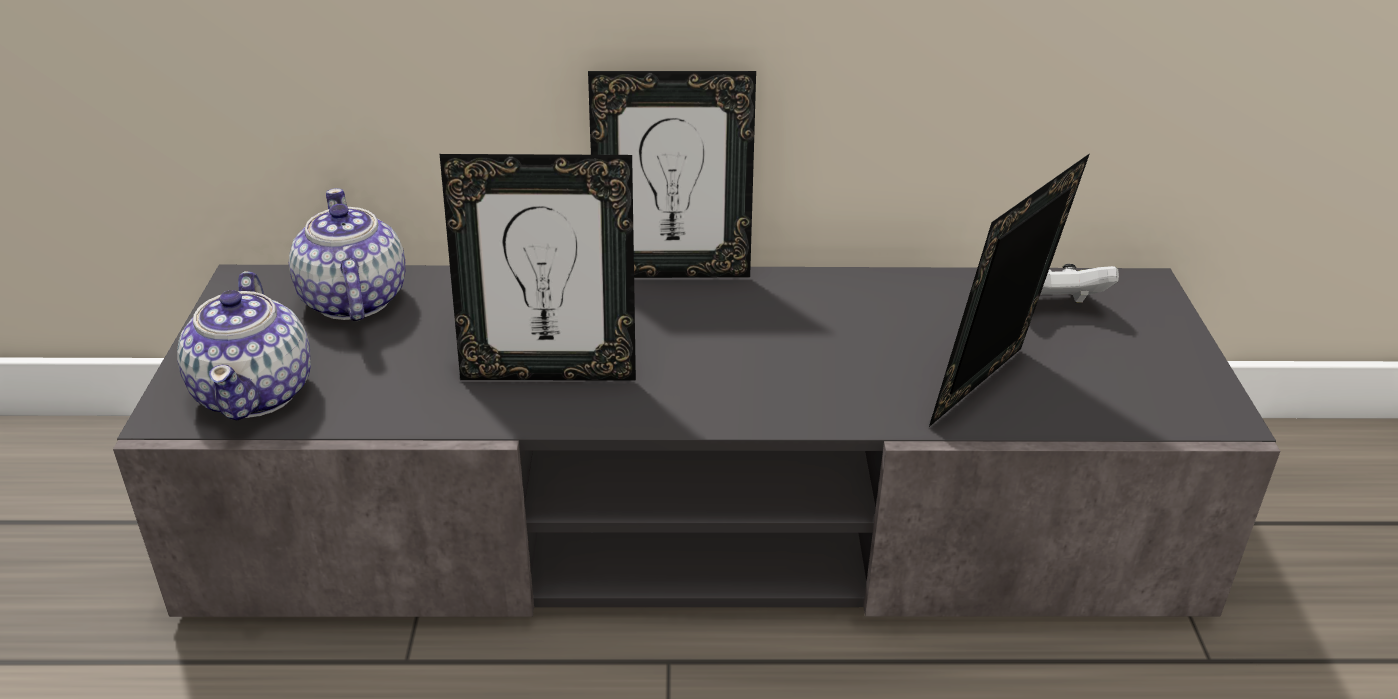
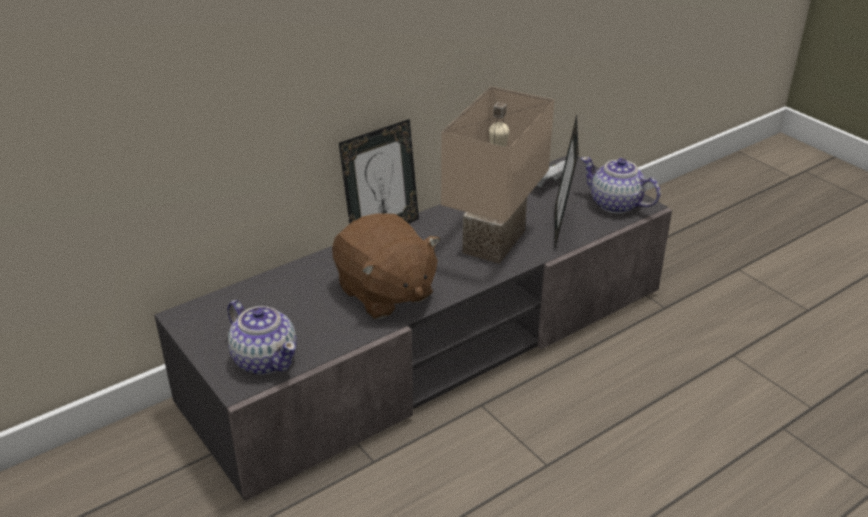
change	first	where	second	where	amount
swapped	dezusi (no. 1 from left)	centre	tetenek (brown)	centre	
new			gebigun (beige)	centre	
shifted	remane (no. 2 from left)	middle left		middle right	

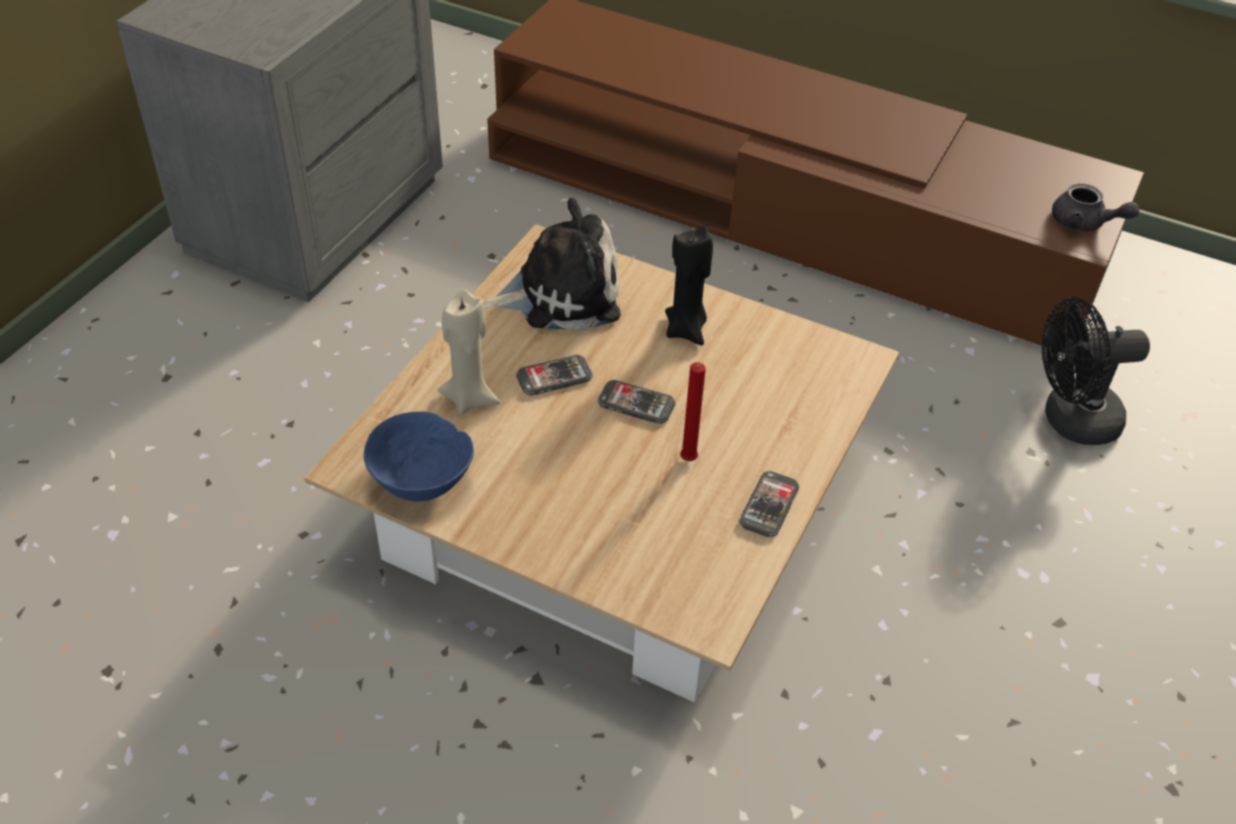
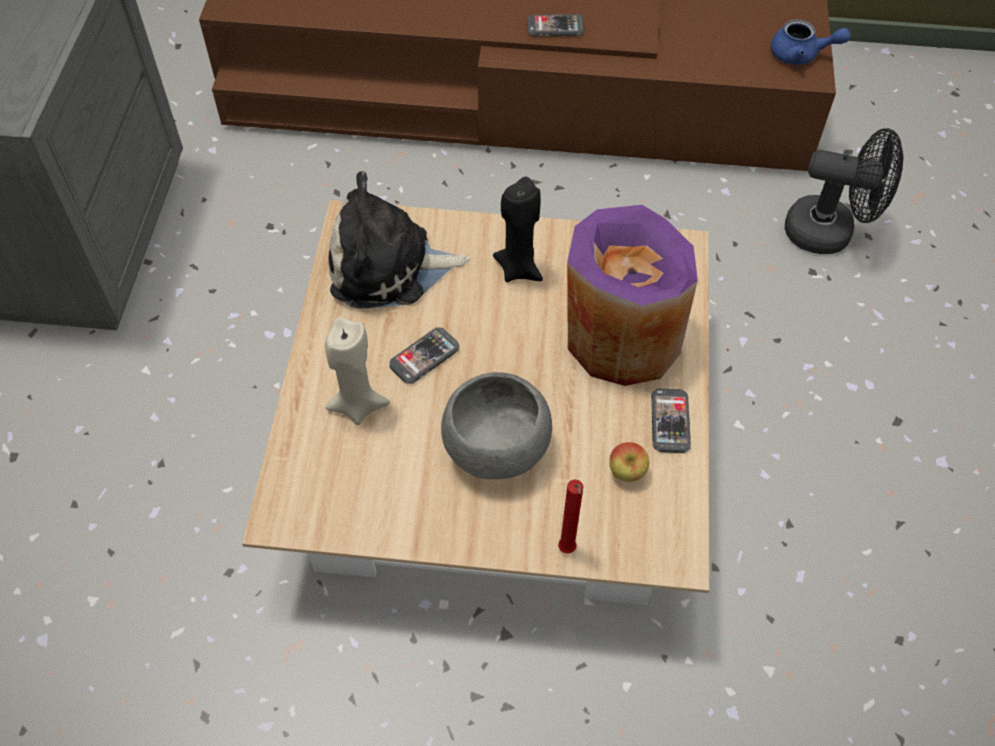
change	first	where	second	where	amount
rotated	tetenek	top centre		top centre	150 degrees counterclockwise
new			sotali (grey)	centre	
shifted	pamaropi (no. 2 from left)	centre		top centre	
shifted	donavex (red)	centre		bottom centre	
new			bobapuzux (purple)	centre	
new			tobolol	centre	
repainted	remane (grey)	top right	remane (blue)	top right	
rotated	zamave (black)	middle right		top right	135 degrees counterclockwise
gone	sotali (blue)	centre			

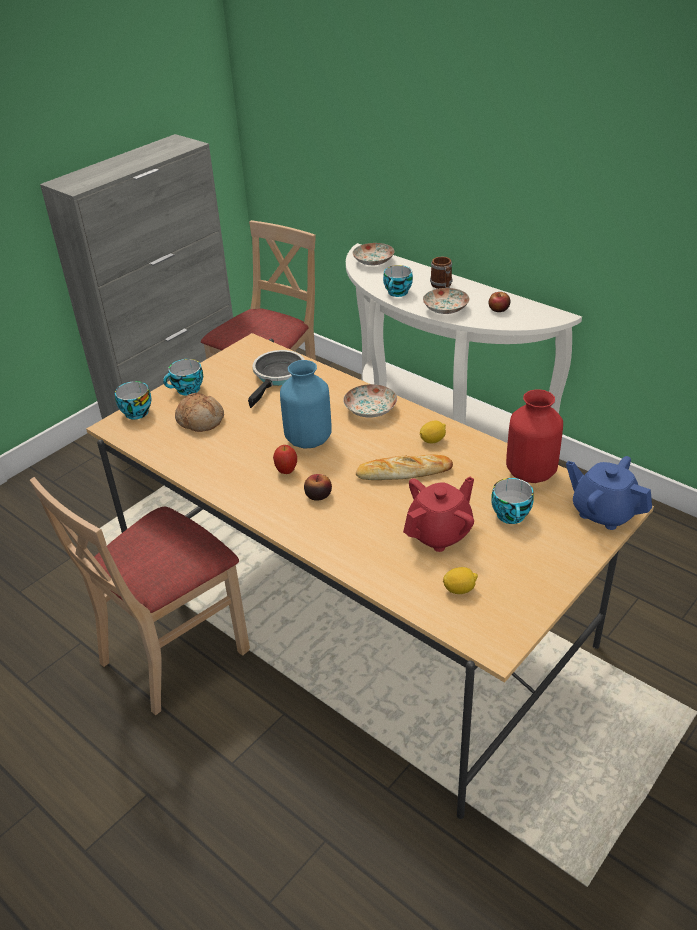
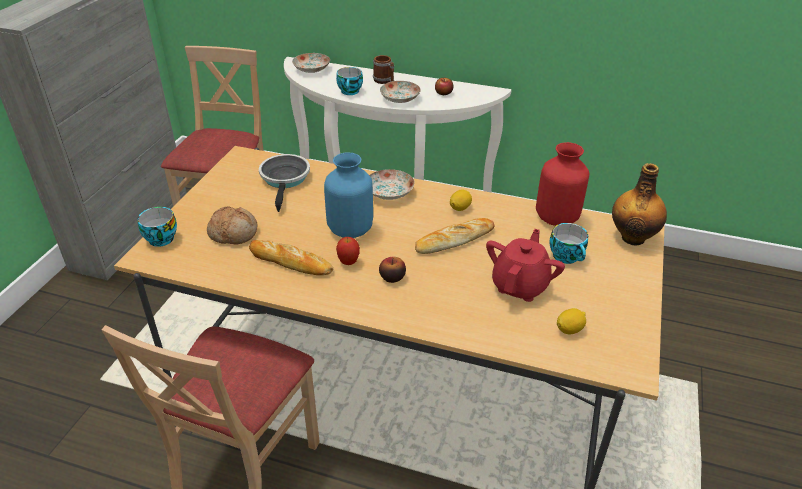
change	first	where	second	where	amount
new			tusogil (no. 2 from left)	centre	
swapped	remane (blue)	middle right	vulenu	middle right	
gone	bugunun (no. 2 from left)	middle left			

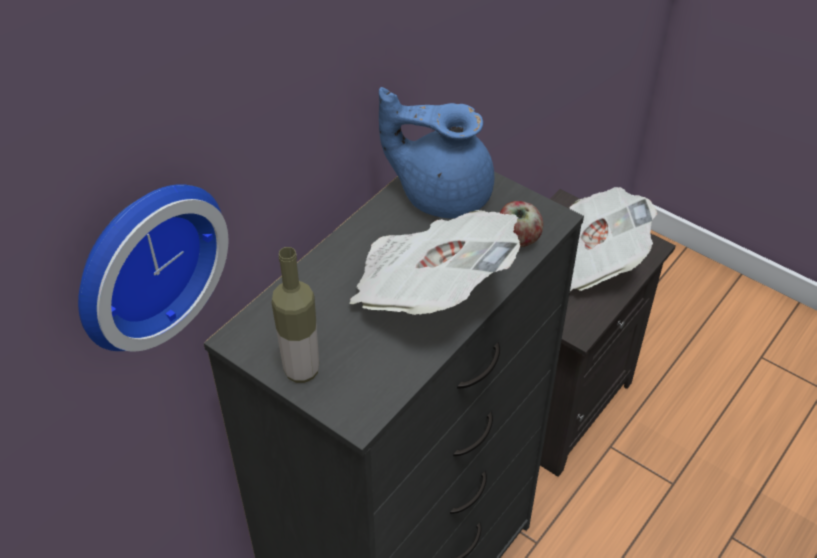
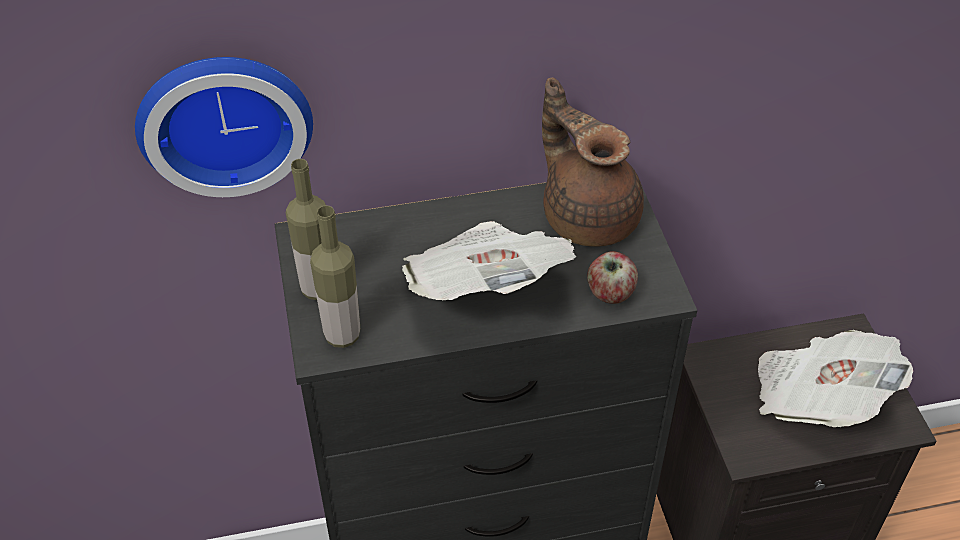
change	first	where	second	where	amount
new			vulenu (no. 2 from left)	centre	
repainted	remane (blue)	top centre	remane (brown)	top centre	

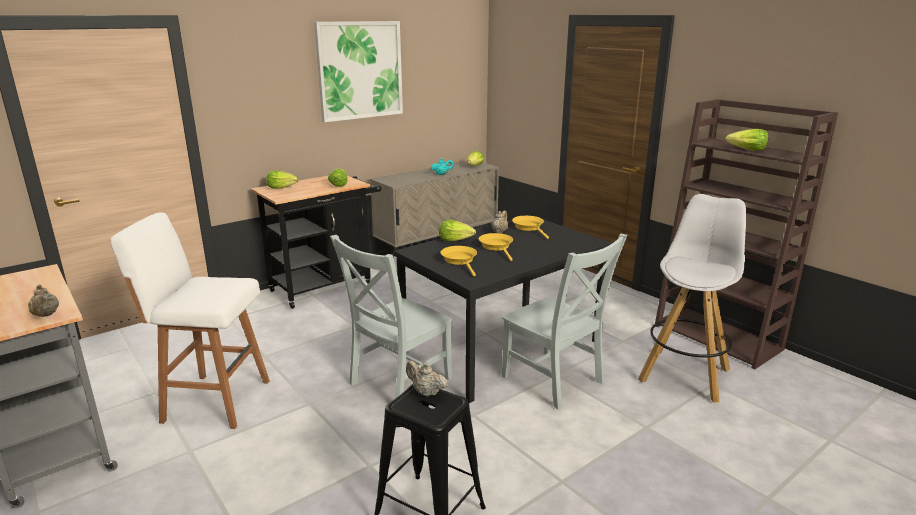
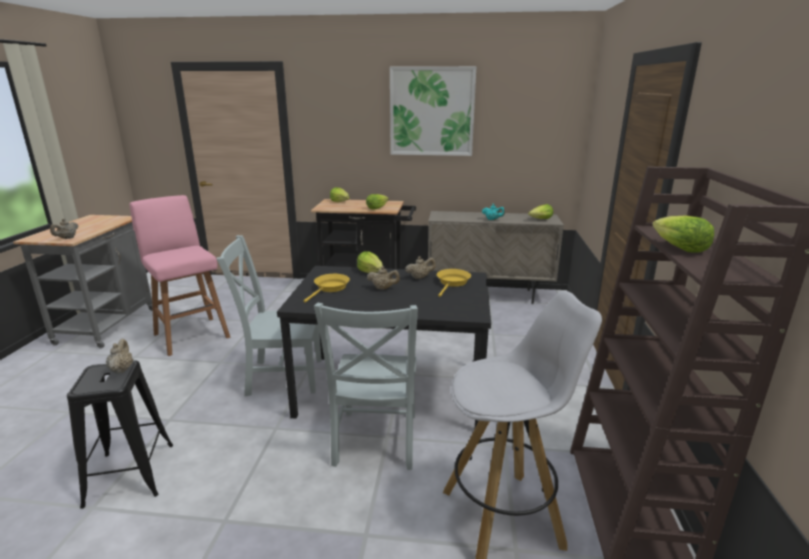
change	first	where	second	where	amount
repainted	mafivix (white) (no. 1 from left)	middle left	mafivix (pink)	middle left	
swapped	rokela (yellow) (no. 2 from left)	centre	remane (beige) (no. 3 from left)	centre	

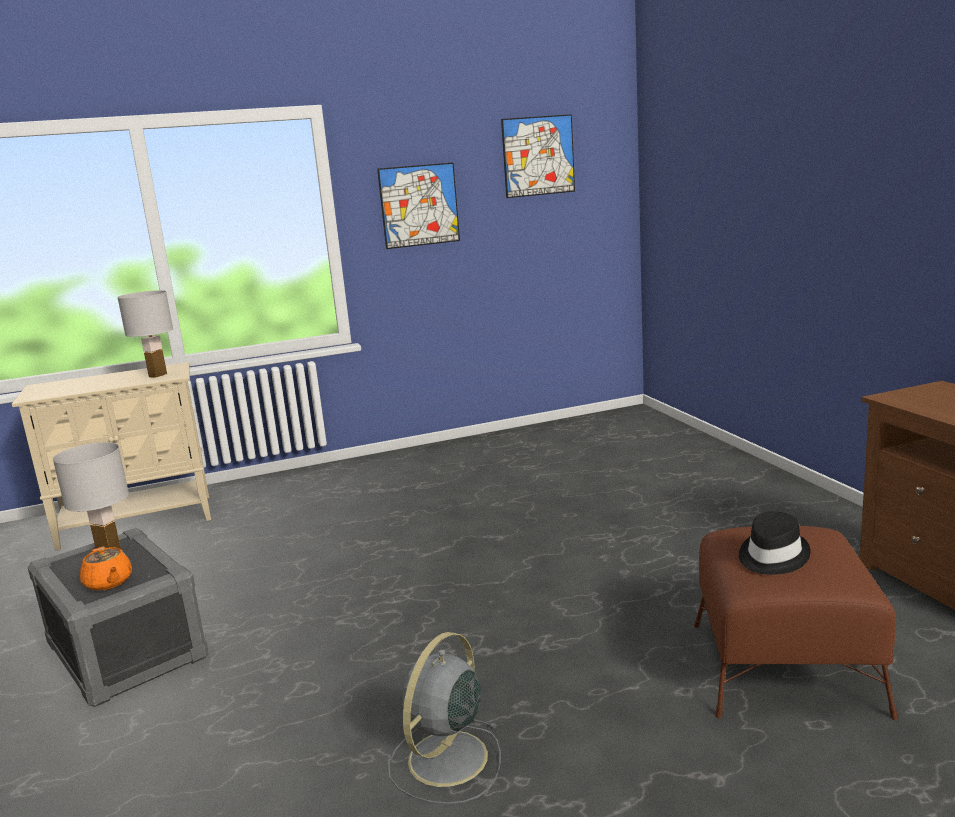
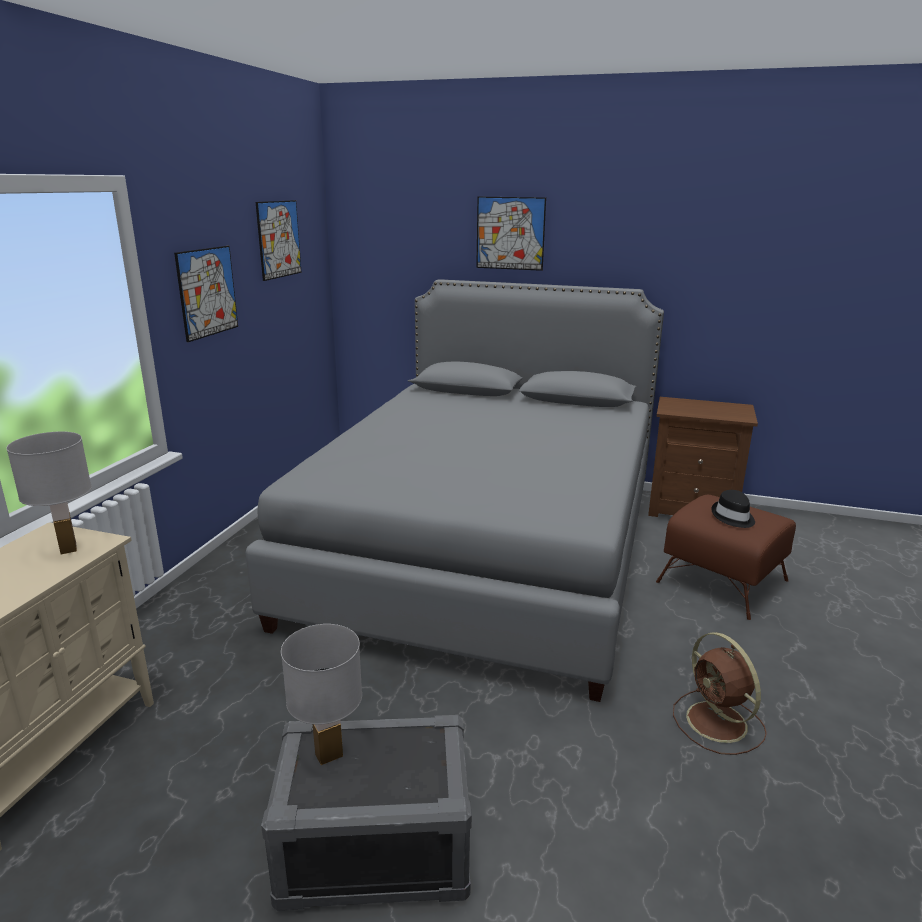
change	first	where	second	where	amount
new			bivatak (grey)	centre	
new			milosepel (no. 3 from left)	top centre	
repainted	zamave (grey)	bottom centre	zamave (brown)	bottom right	
gone	remane (orange)	bottom left			

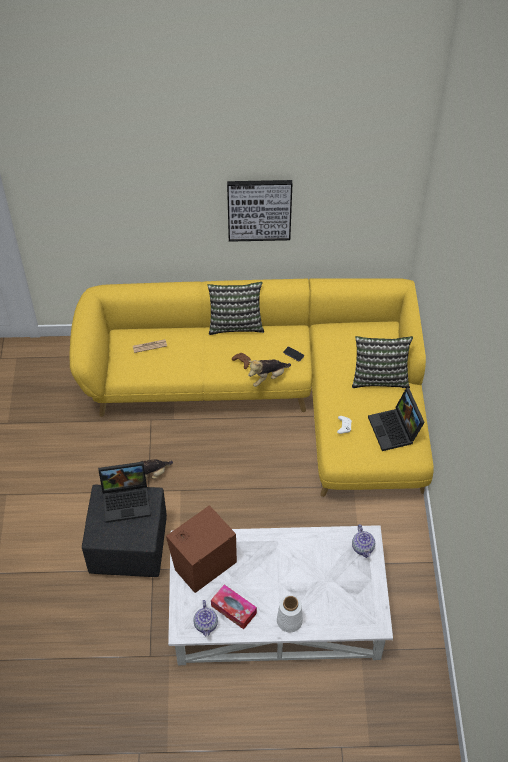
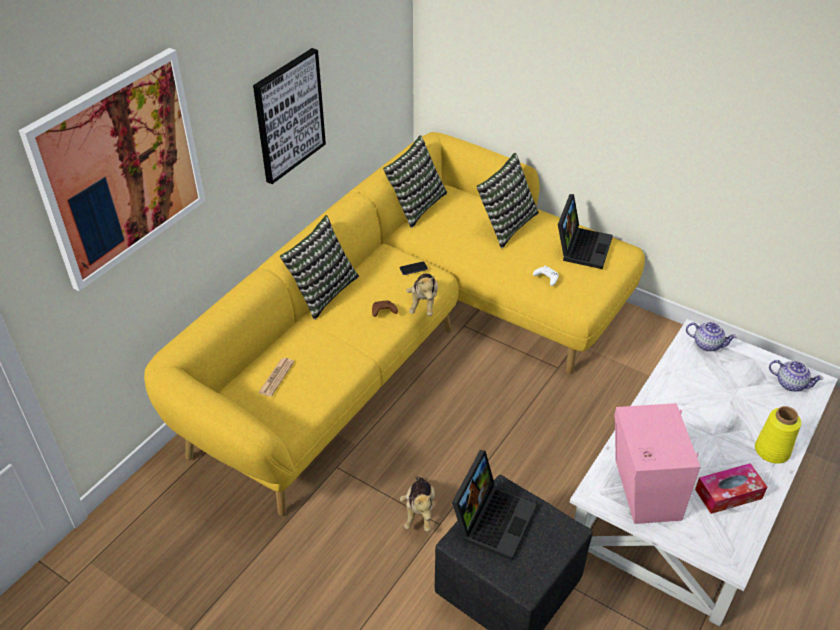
change	first	where	second	where	amount
new			milosepel (no. 1 from left)	top left	
new			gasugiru (no. 2 from left)	top centre	
rotated	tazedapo (no. 2 from left)	middle right		middle right	90 degrees counterclockwise
repainted	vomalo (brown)	bottom centre	vomalo (pink)	bottom right	
repainted	bobapuzux (white)	bottom centre	bobapuzux (yellow)	bottom right	
shifted	remane (no. 1 from left in the first image)	bottom centre	remane (no. 2 from left)	middle right	

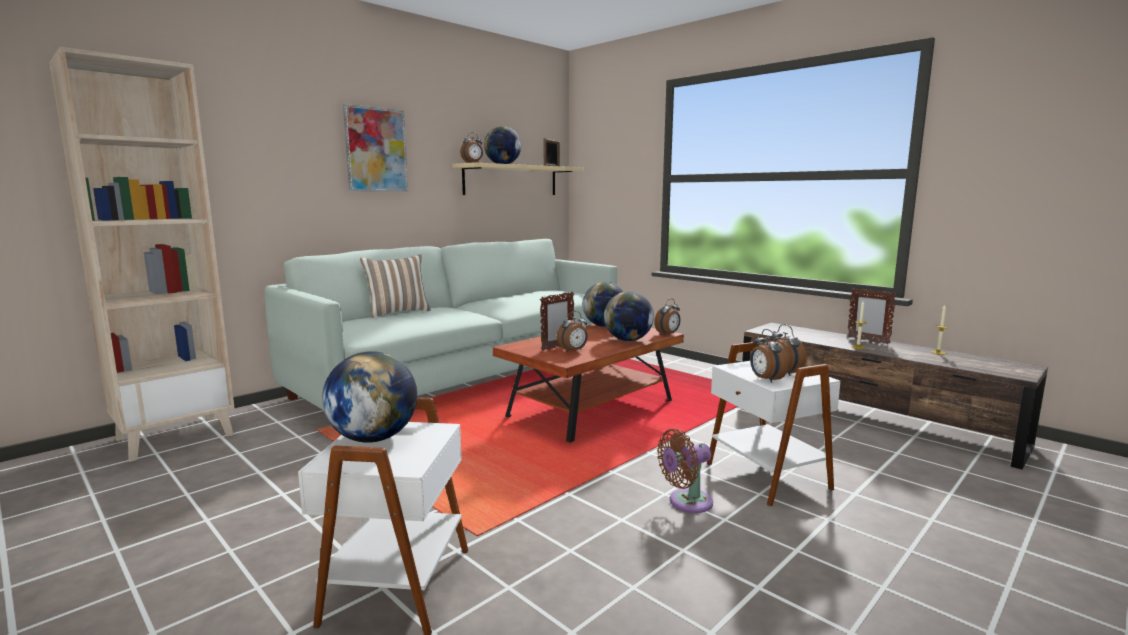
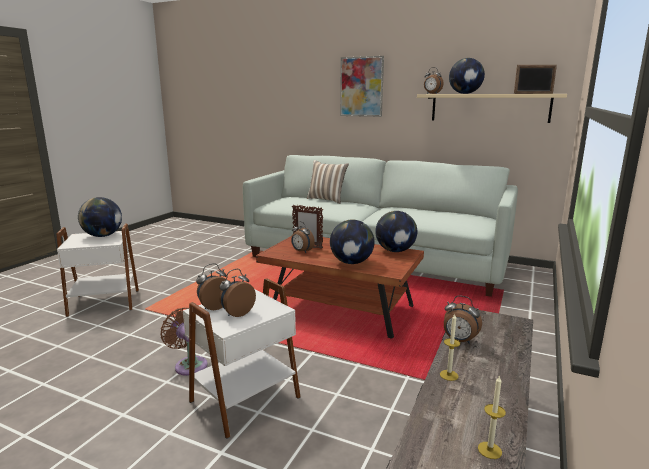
change	first	where	second	where	amount
shifted	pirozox (no. 3 from left in the first image)	centre	pirozox (no. 5 from left)	bottom right	
gone	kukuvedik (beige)	middle left			
gone	dezusi (no. 3 from left)	middle right			

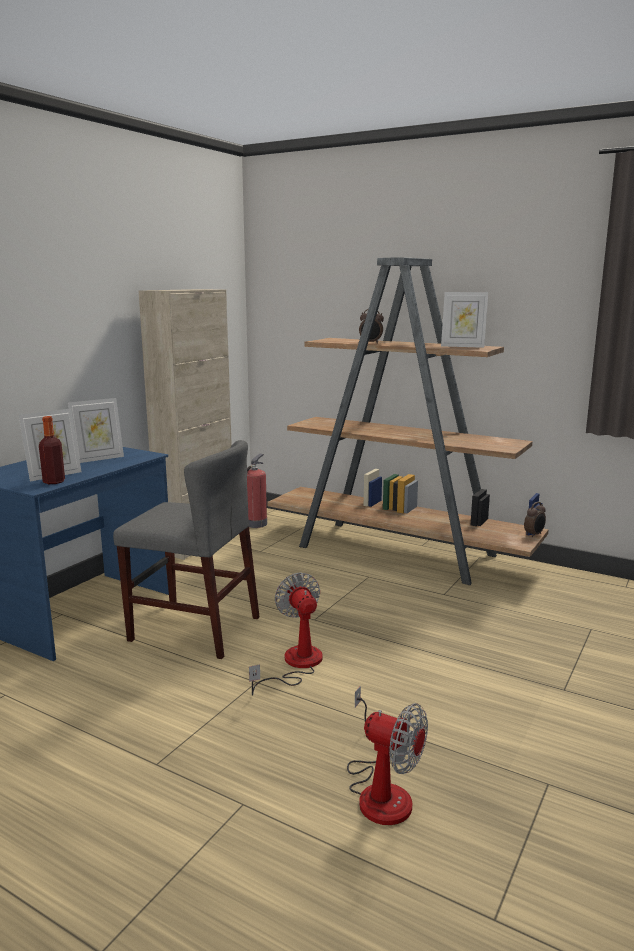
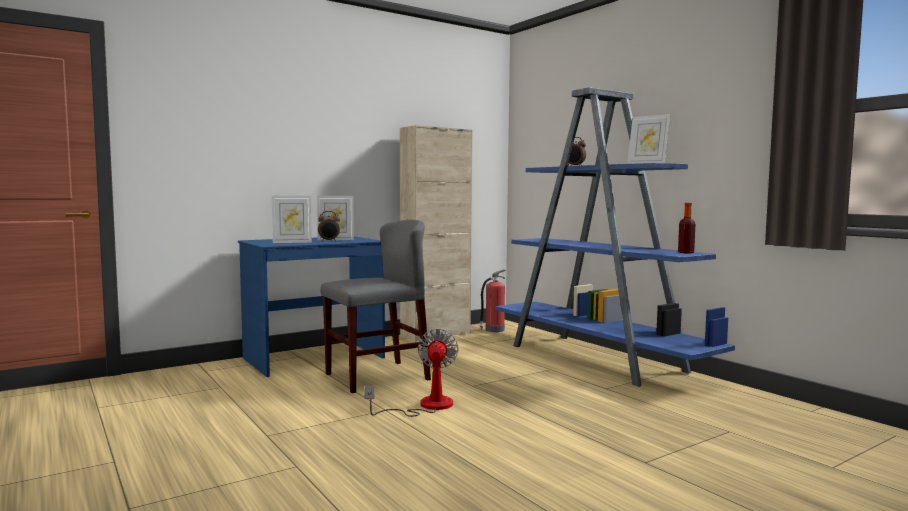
change	first	where	second	where	amount
shifted	pirozox (no. 2 from left in the first image)	middle right	pirozox (no. 1 from left)	centre	
rotated	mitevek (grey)	middle left		centre	75 degrees counterclockwise
repainted	kukuvedik (brown)	centre	kukuvedik (blue)	middle right	
shifted	vulenu	middle left		middle right	
gone	zamave (no. 2 from left)	bottom centre			

